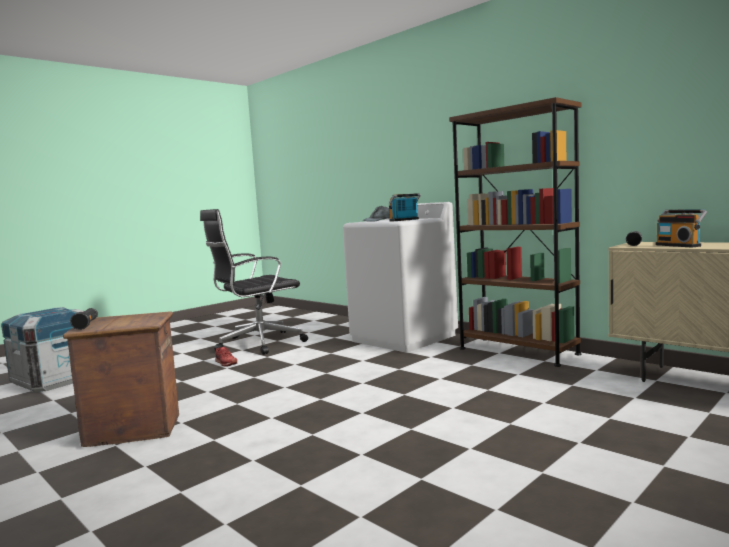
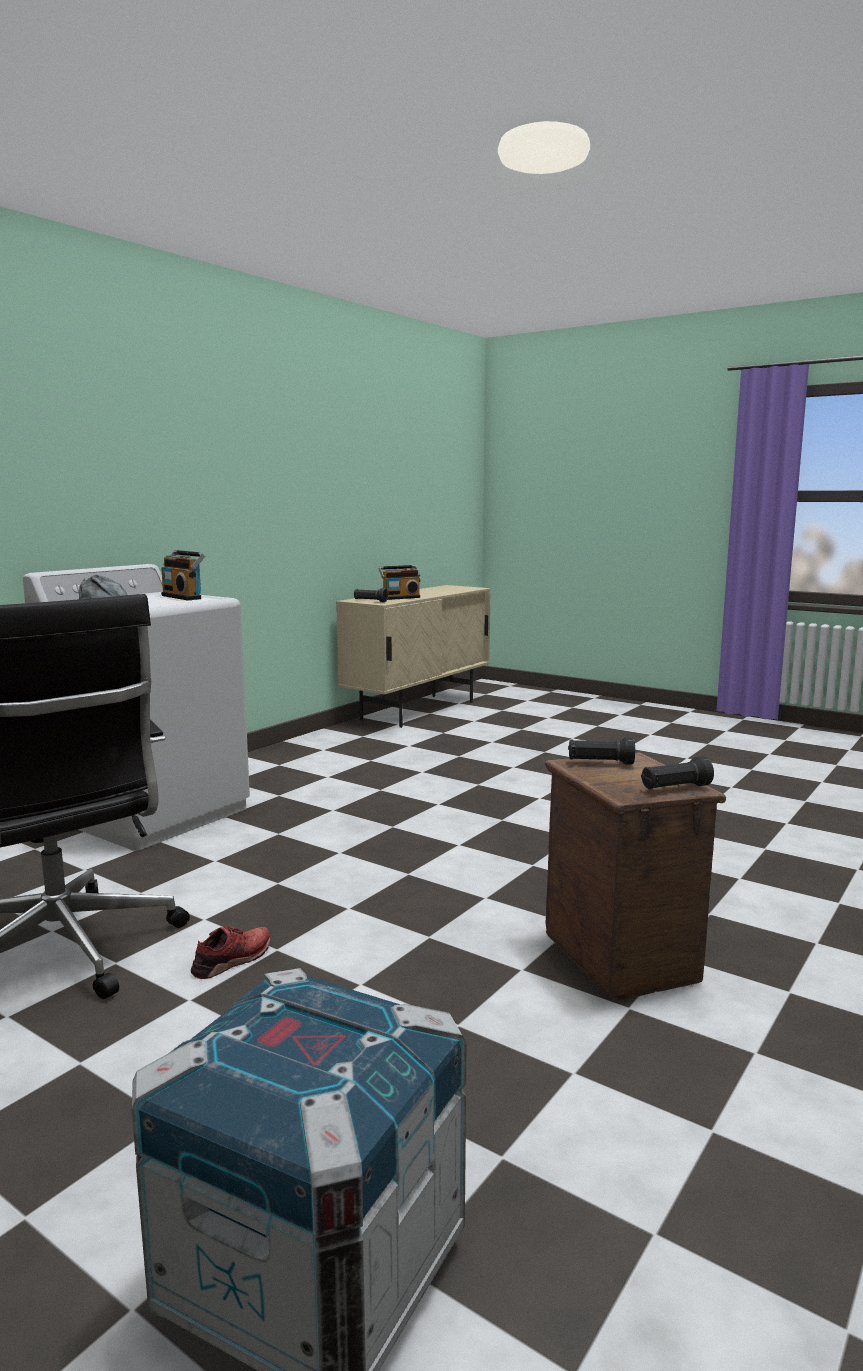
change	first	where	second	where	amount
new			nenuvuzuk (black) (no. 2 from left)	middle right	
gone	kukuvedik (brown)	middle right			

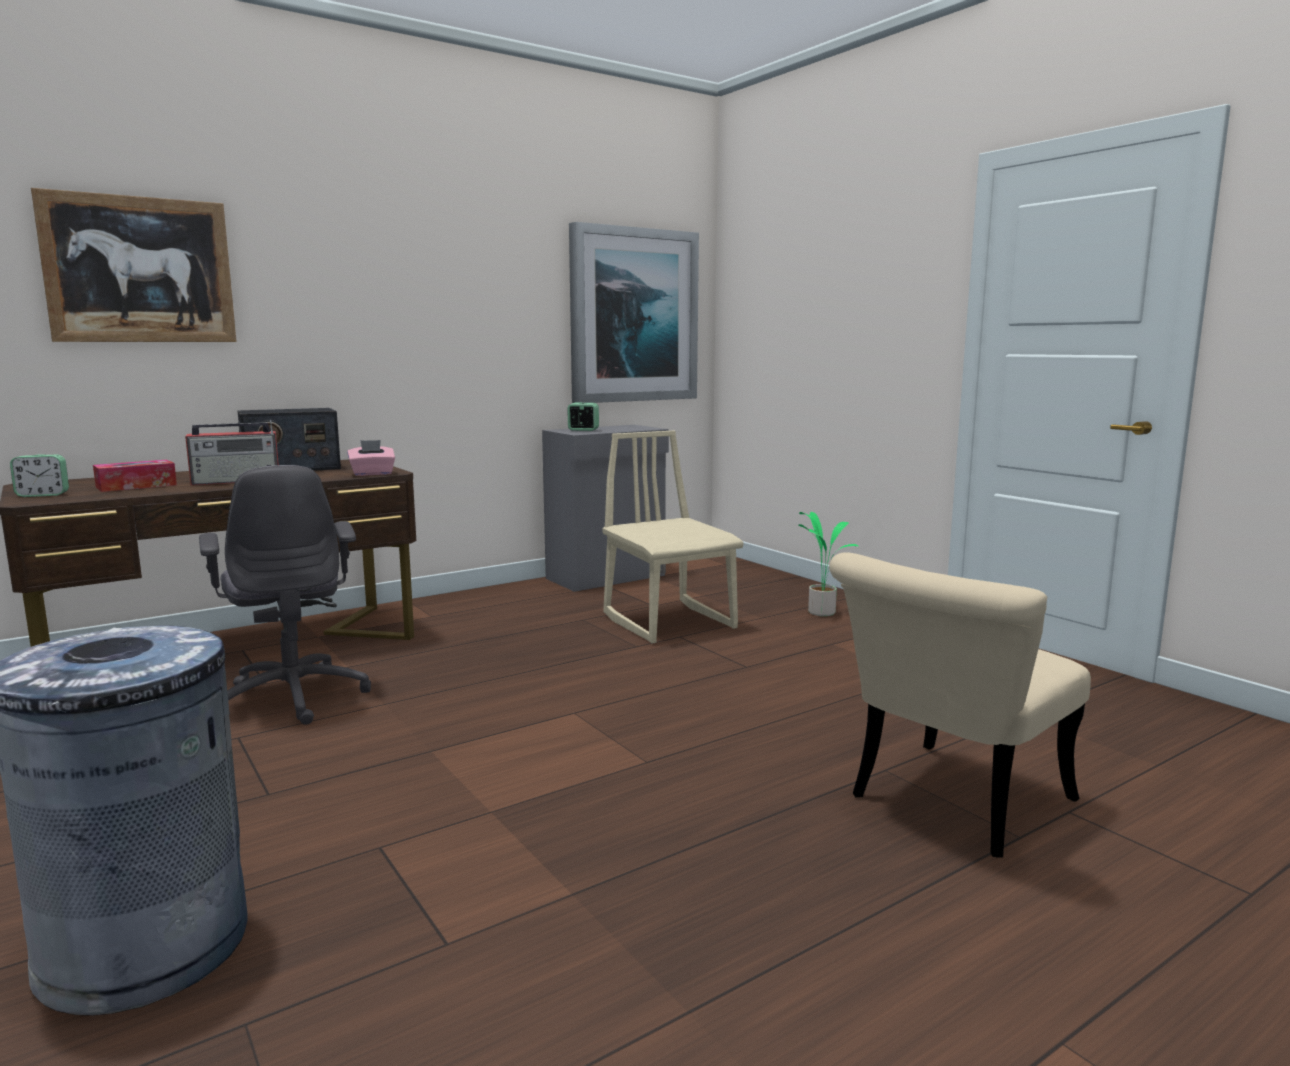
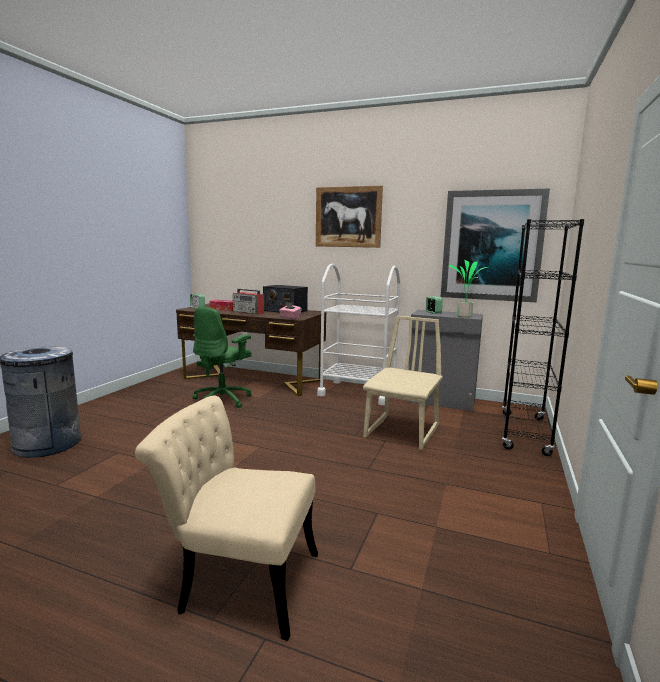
change	first	where	second	where	amount
repainted	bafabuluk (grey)	middle left	bafabuluk (green)	centre	
shifted	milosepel (no. 1 from left)	top left		top centre	
new			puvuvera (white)	centre	
shifted	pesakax	centre		middle right	
new			kukuvedik (black)	middle right	

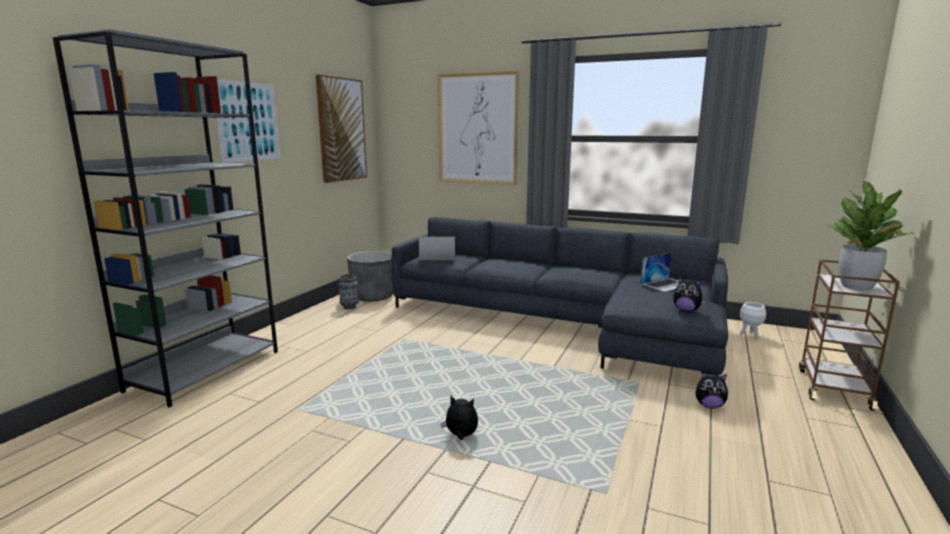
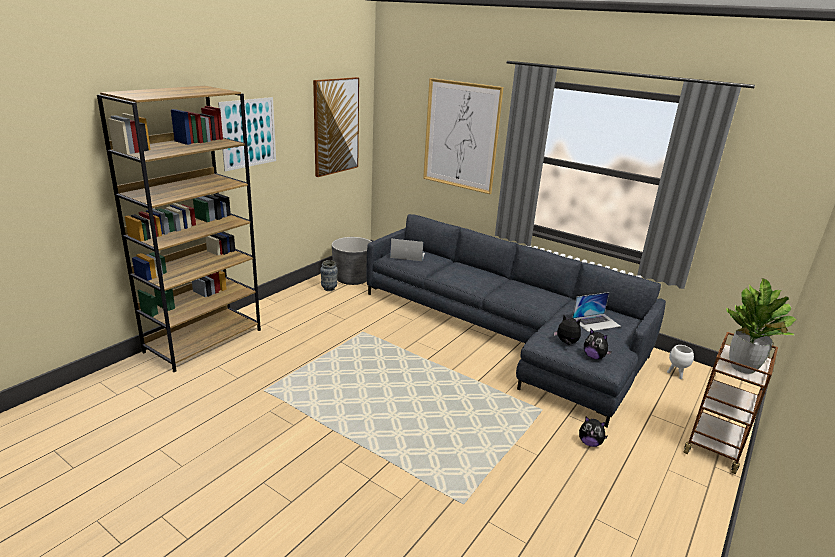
change	first	where	second	where	amount
repainted	kukuvedik (grey)	middle left	kukuvedik (brown)	middle left	
shifted	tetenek (no. 1 from left)	bottom centre		middle right	

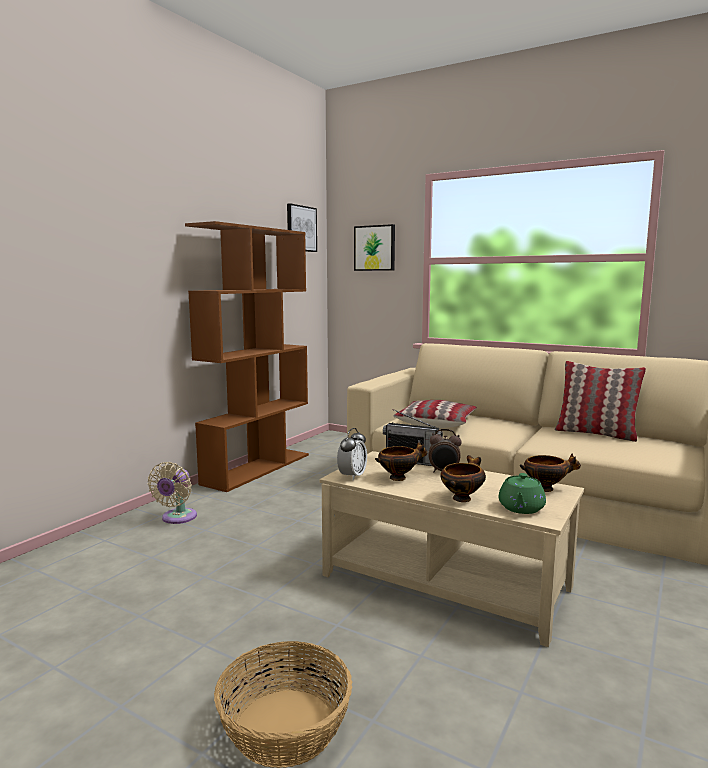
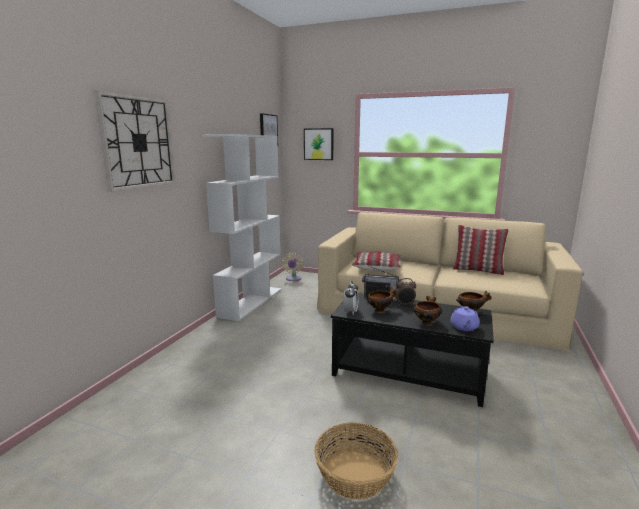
change	first	where	second	where	amount
new			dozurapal	top left	
repainted	kukuvedik (brown)	centre	kukuvedik (white)	centre	
shifted	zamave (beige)	middle left		centre	
repainted	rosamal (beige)	bottom centre	rosamal (black)	bottom centre	
repainted	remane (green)	middle right	remane (purple)	middle right	

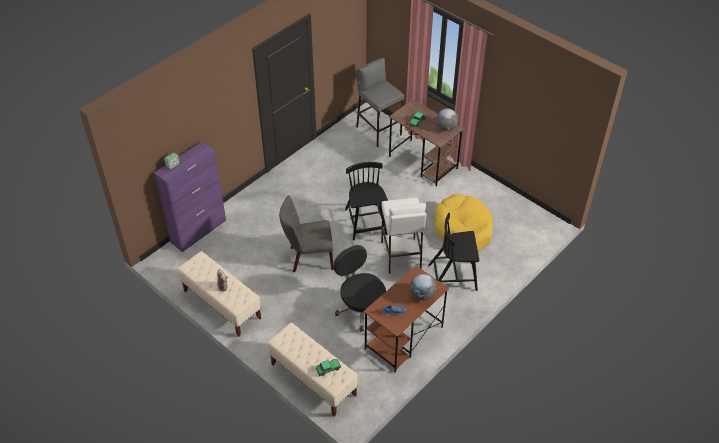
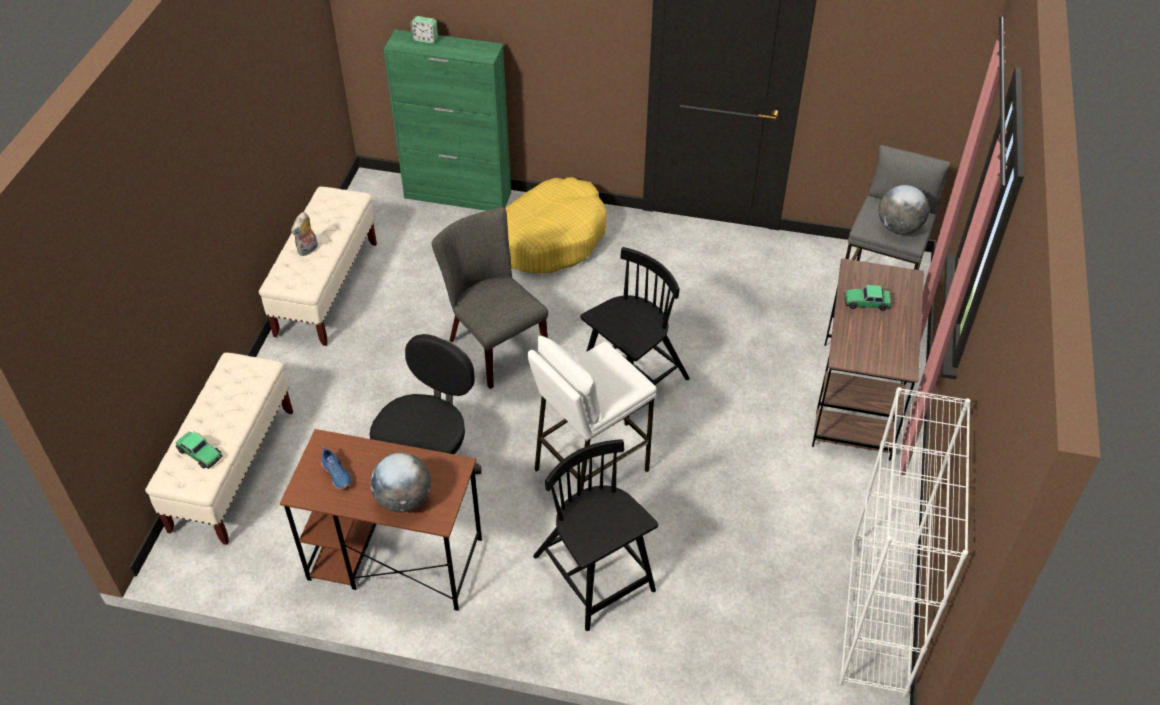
change	first	where	second	where	amount
repainted	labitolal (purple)	middle left	labitolal (green)	top centre	
shifted	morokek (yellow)	centre		top centre	
new			kukuvedik (white)	bottom right	
shifted	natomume (no. 2 from left)	top centre		top right	

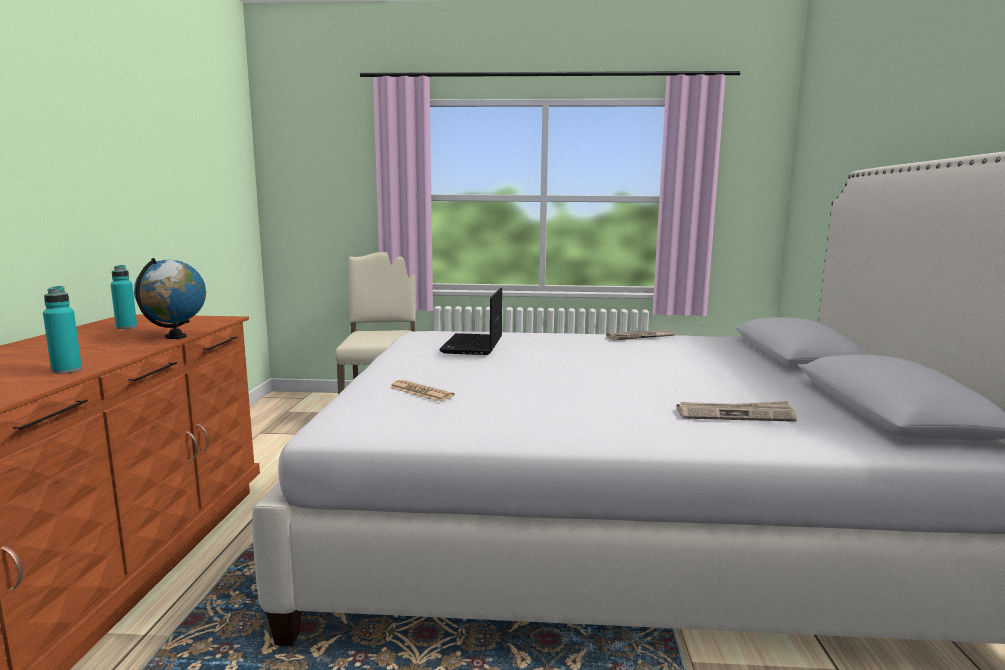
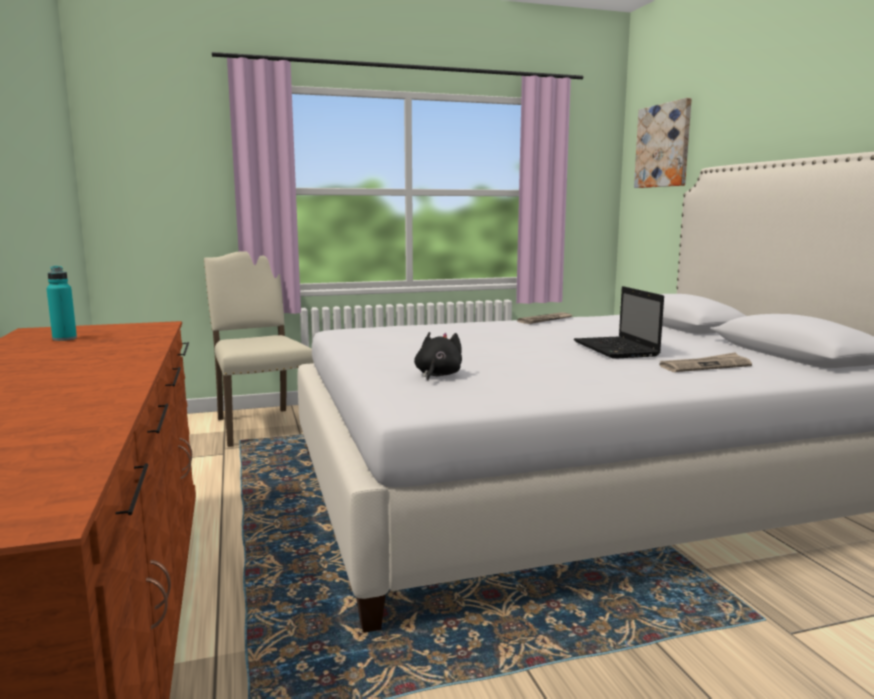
change	first	where	second	where	amount
swapped	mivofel (no. 1 from left)	centre	tetenek (black)	centre	
shifted	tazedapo	centre		middle right	
new			milosepel	top right	
gone	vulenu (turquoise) (no. 1 from left)	middle left			
gone	natomume	middle left			

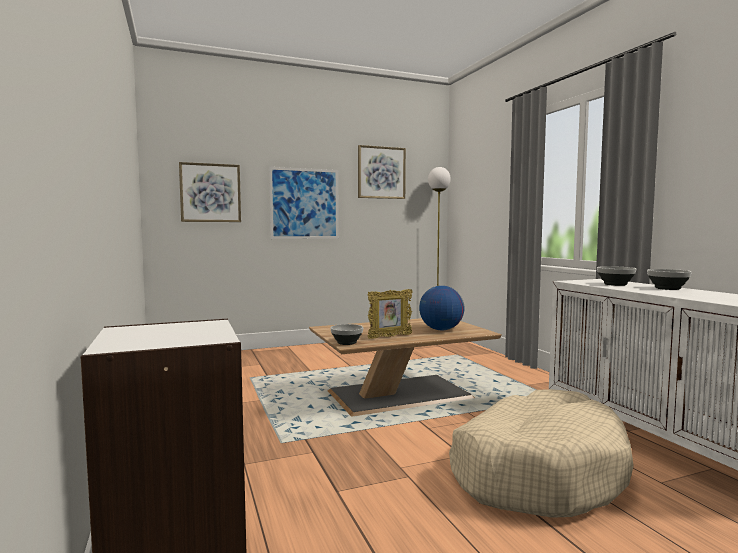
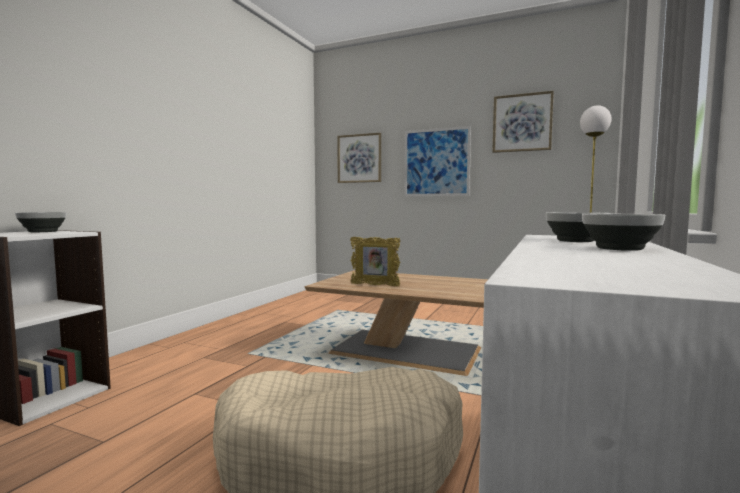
change	first	where	second	where	amount
shifted	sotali (no. 1 from left)	centre		middle left	
gone	natomume	centre			

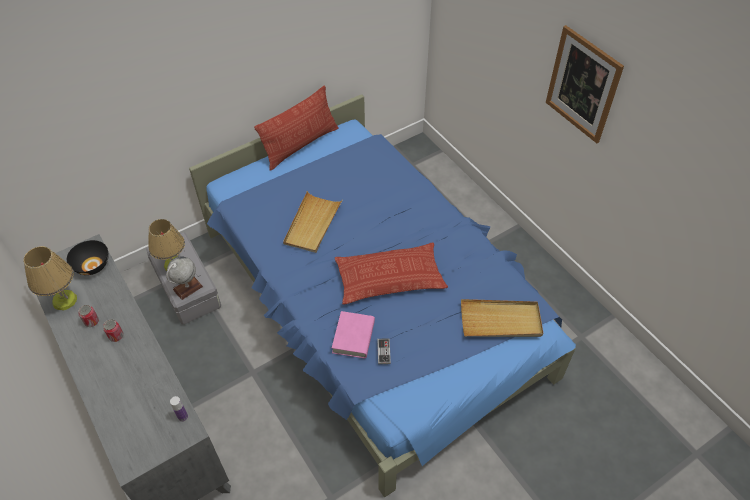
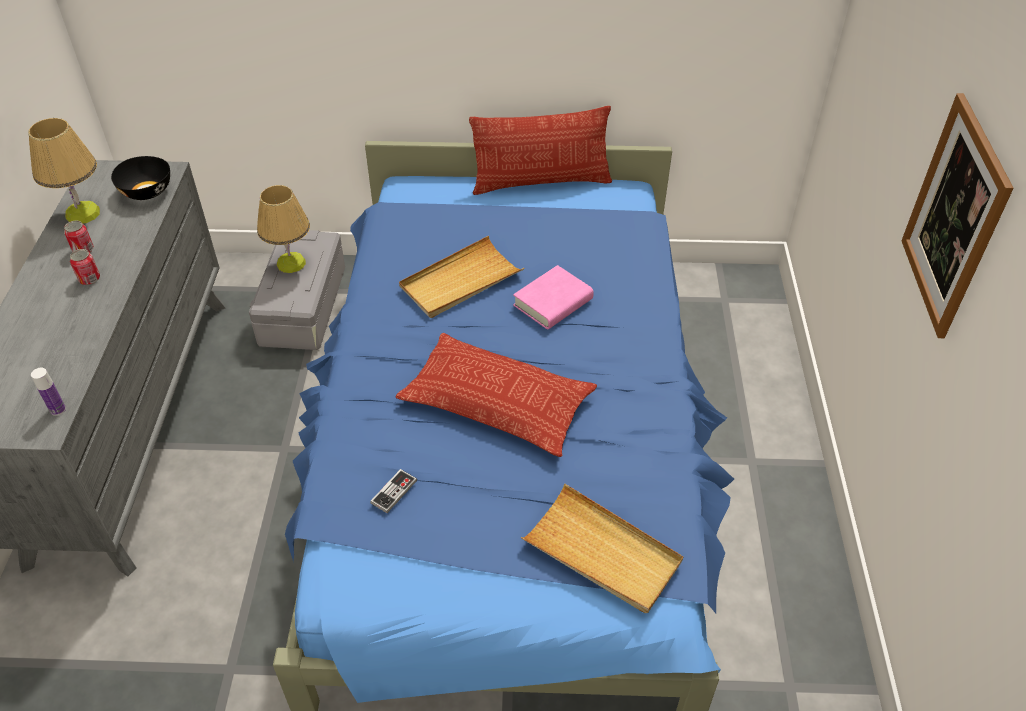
change	first	where	second	where	amount
shifted	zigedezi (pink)	bottom centre		centre	
gone	natomume	middle left			

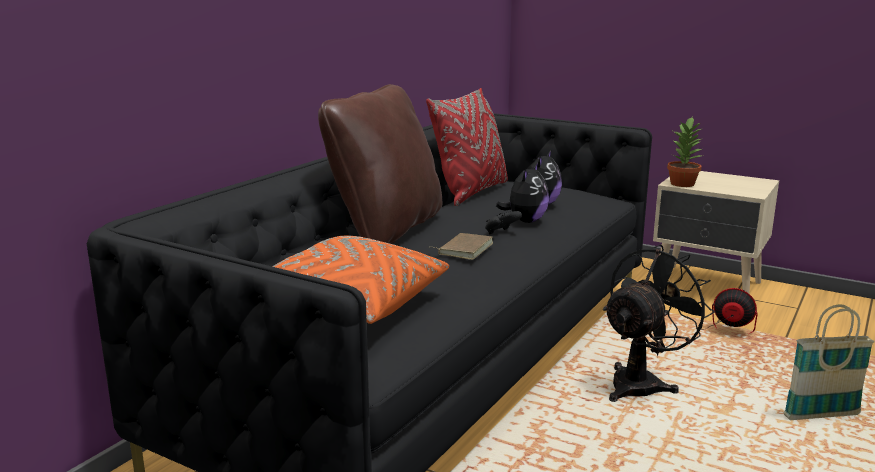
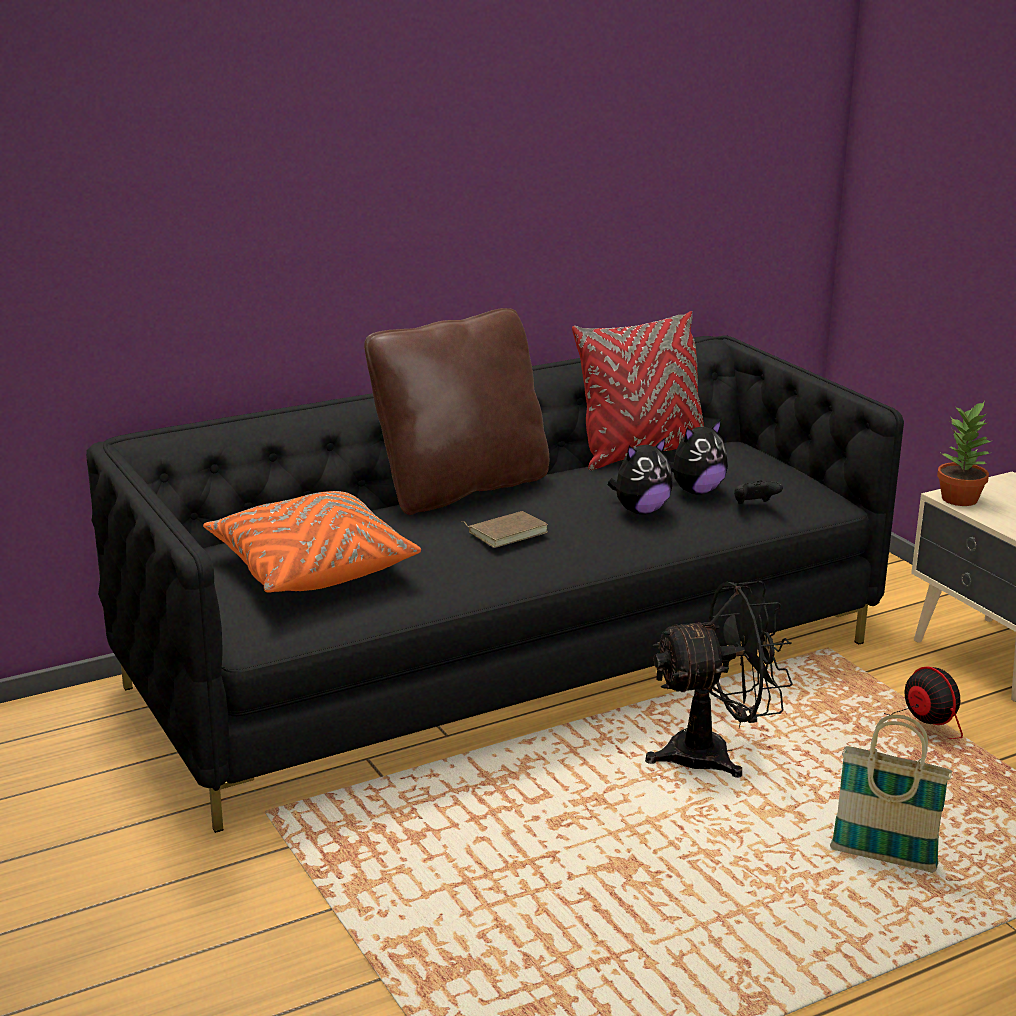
change	first	where	second	where	amount
shifted	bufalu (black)	centre		middle right	

